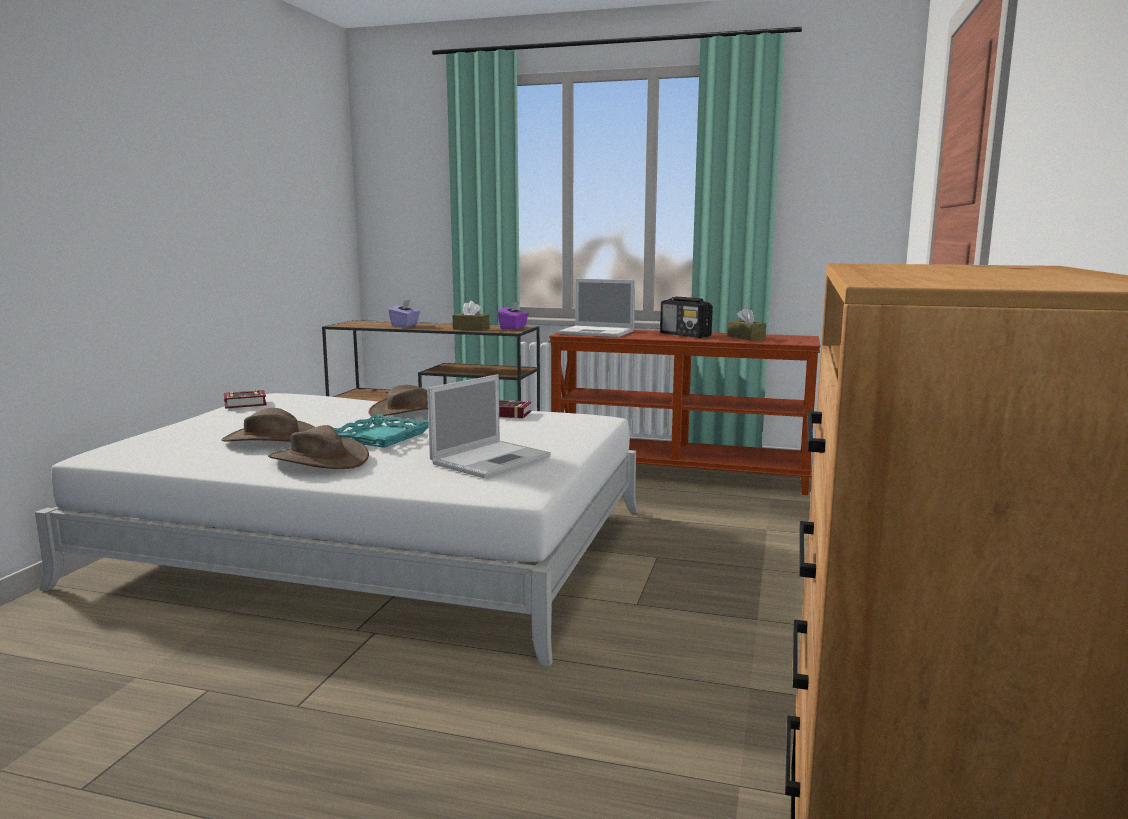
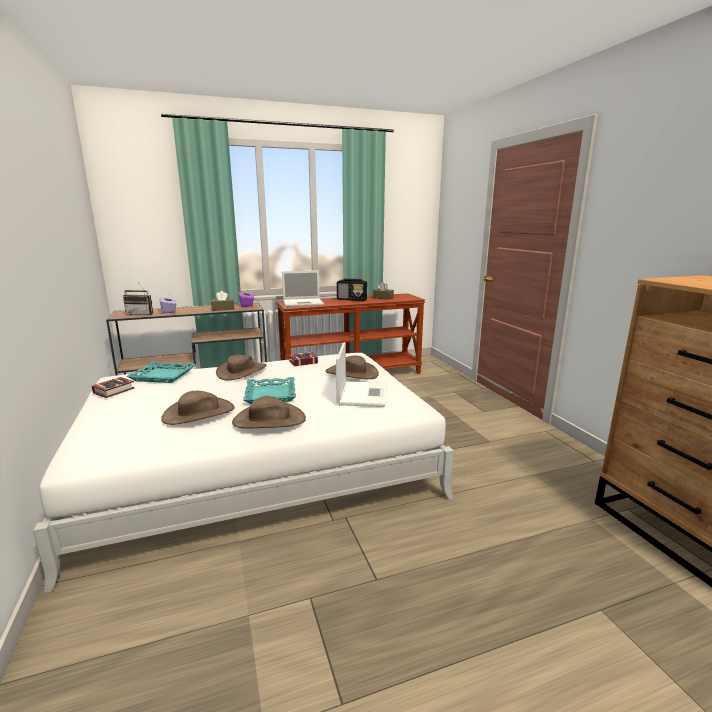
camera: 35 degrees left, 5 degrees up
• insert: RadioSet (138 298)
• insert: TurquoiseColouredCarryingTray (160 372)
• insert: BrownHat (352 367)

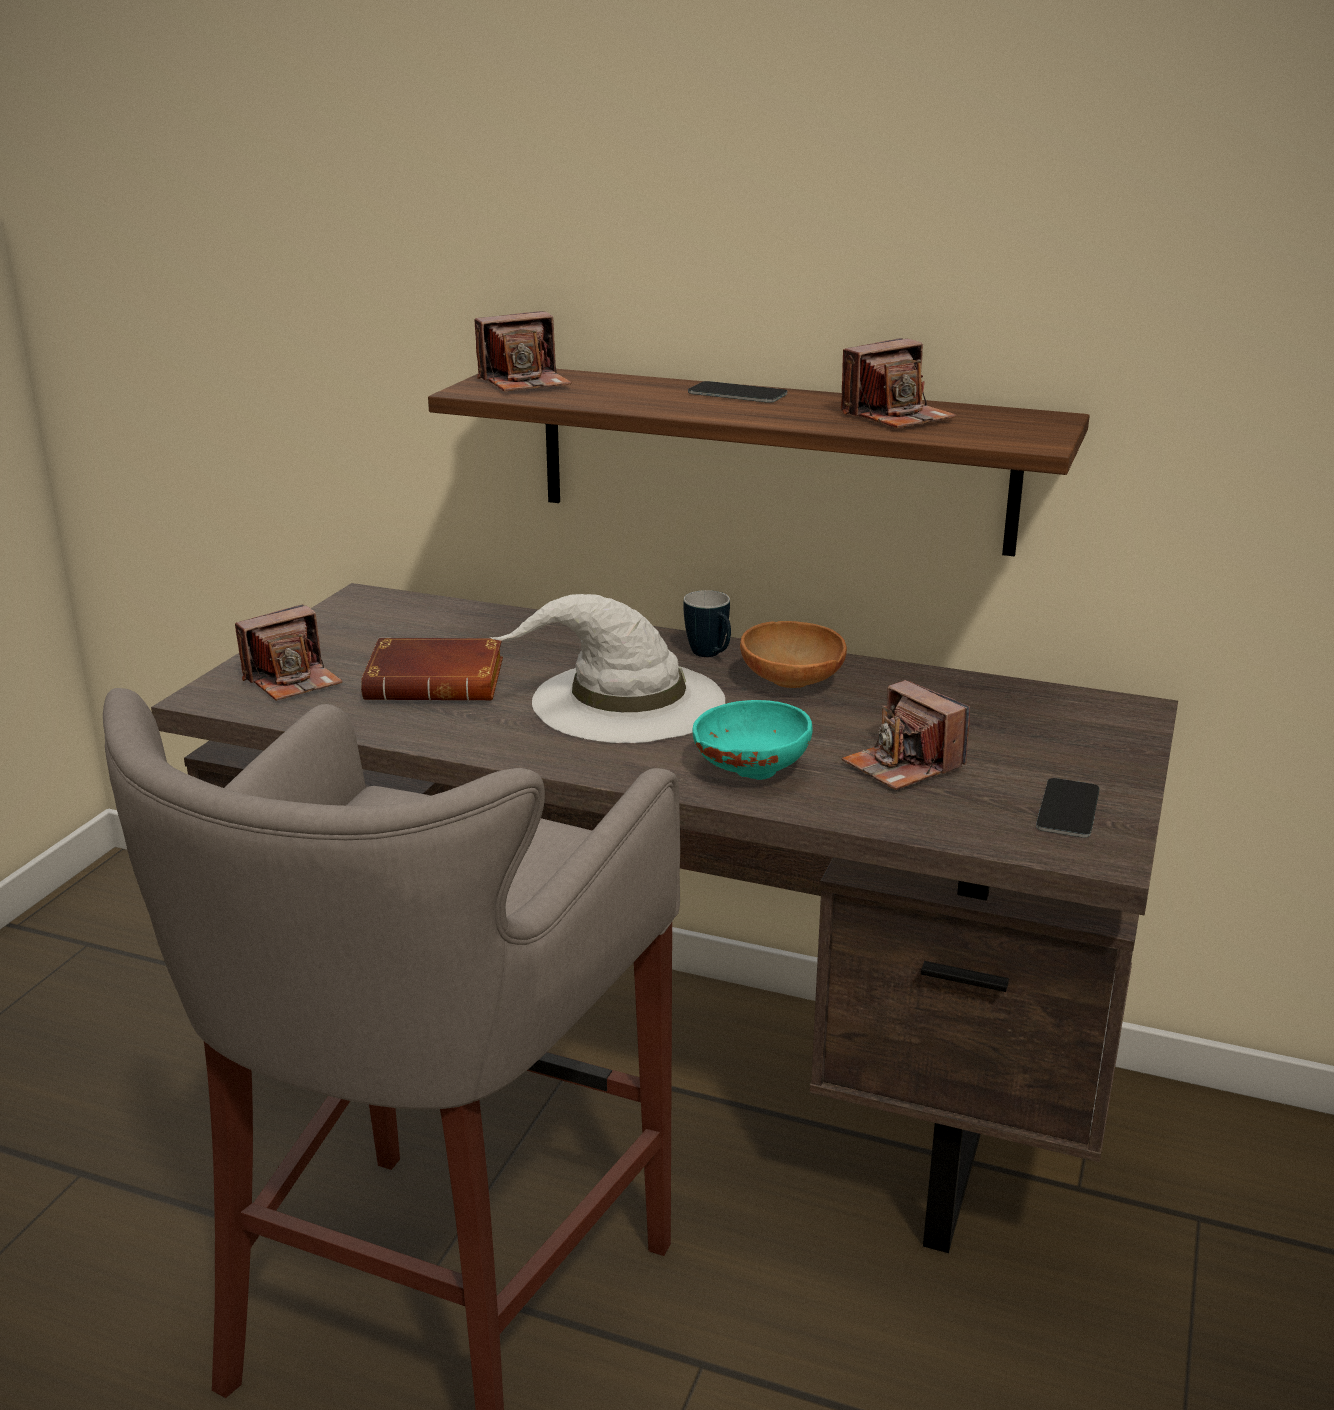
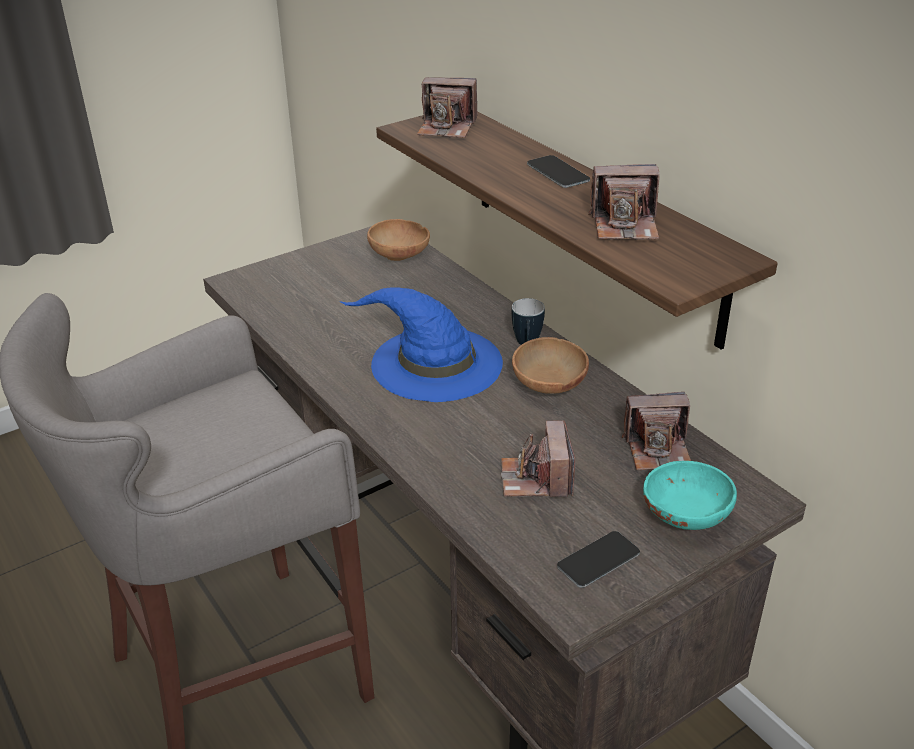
camera: 35 degrees right, 10 degrees up
• recolor: WhitishHat (607 668) to BlueHat (421 344)
• insert: BrownServingBowl (398 240)
• move: StillCamera (289 652) to (656 431)
• move: TurquoiseColouredServingBowl (752 740) to (690 495)
• delete: BrownBook (432 669)

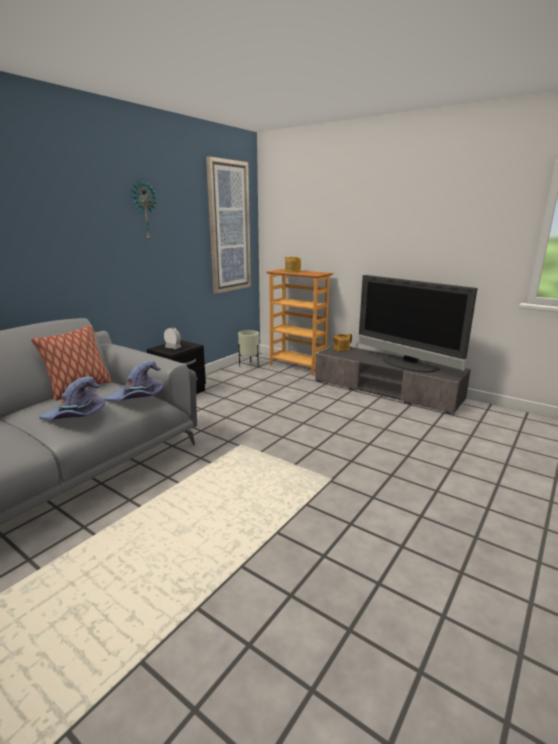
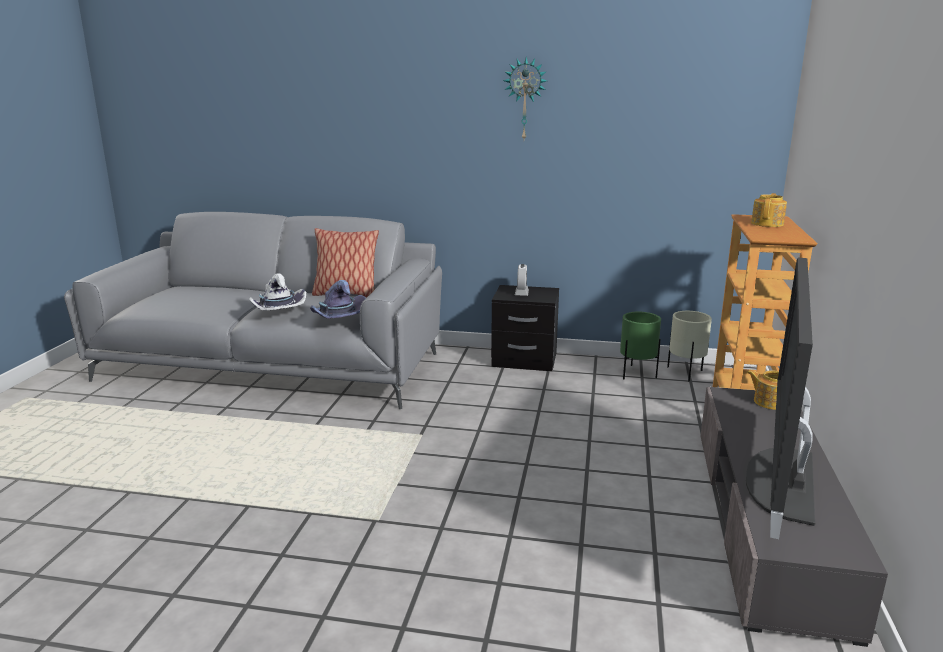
camera: 65 degrees right, 0 degrees up
• recolor: PurplishHat (72 398) to WhitishHat (277 291)
• insert: GreenColouredFlowerPot (640 345)
• delete: Picture (228 225)

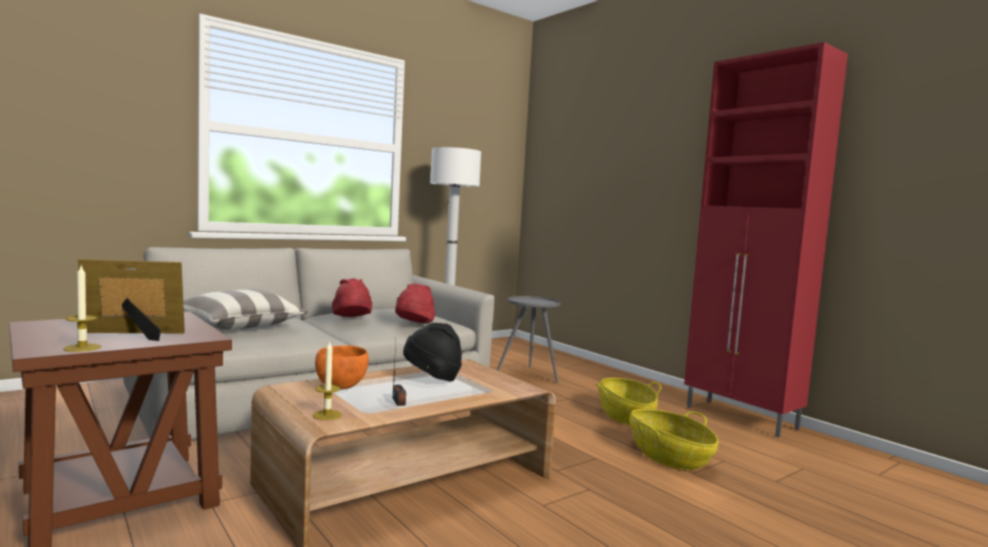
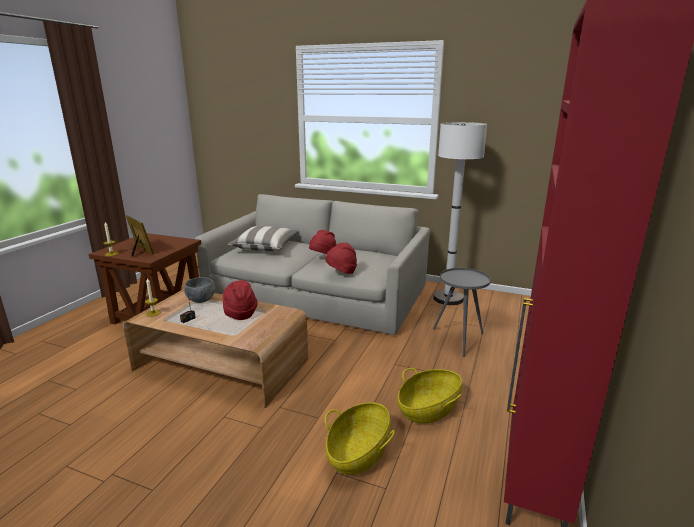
camera: 60 degrees right, 15 degrees up
• recolor: OrangeServingBowl (342 367) to GreyishServingBowl (199 290)
• recolor: BlackHat (432 352) to RedColouredHat (240 300)

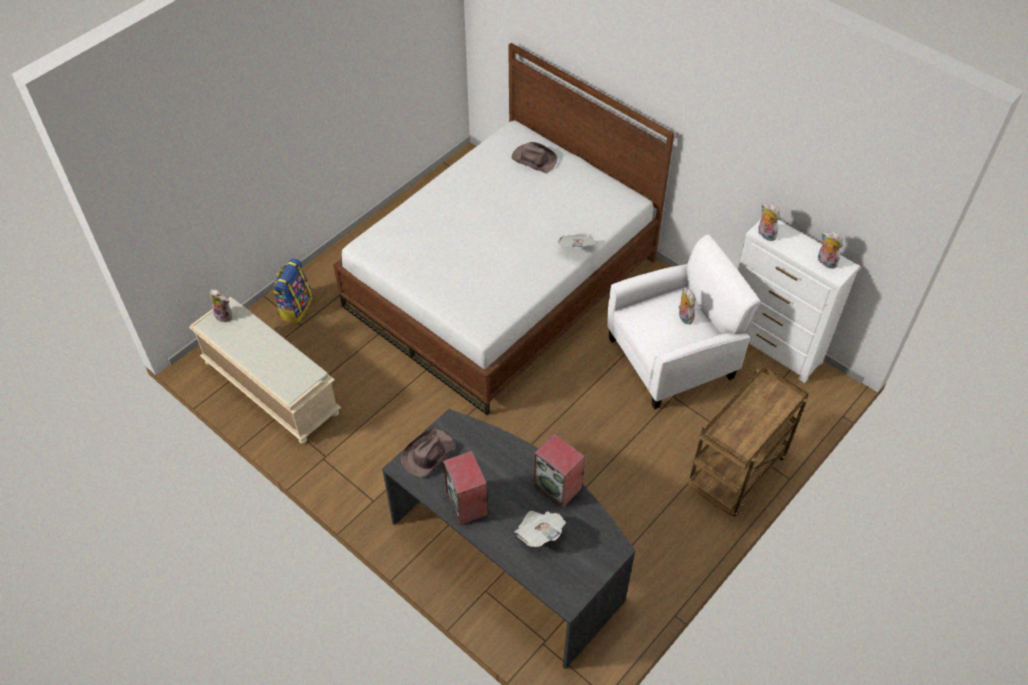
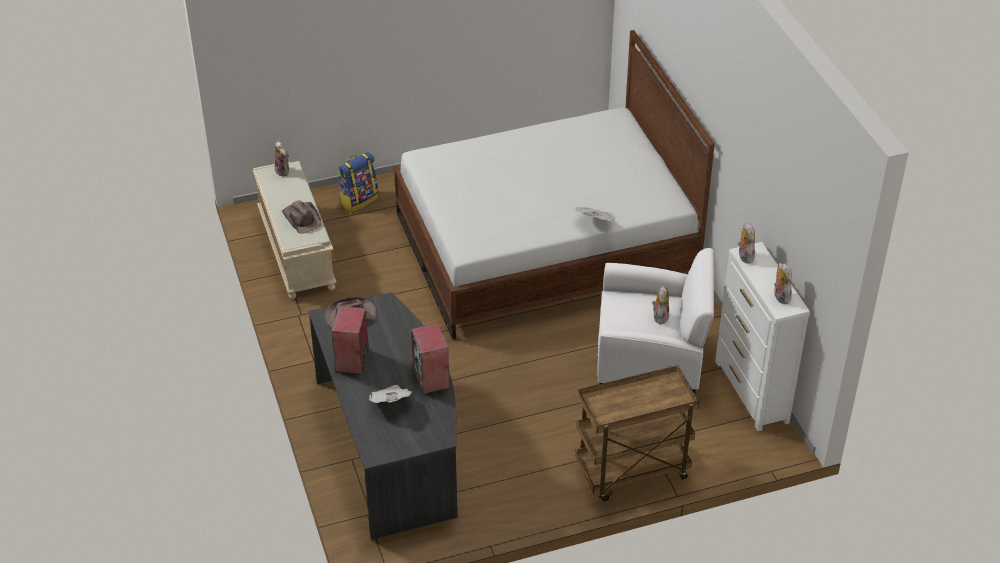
camera: 30 degrees right, 10 degrees down
• move: BrownHat (534 157) to (301 217)

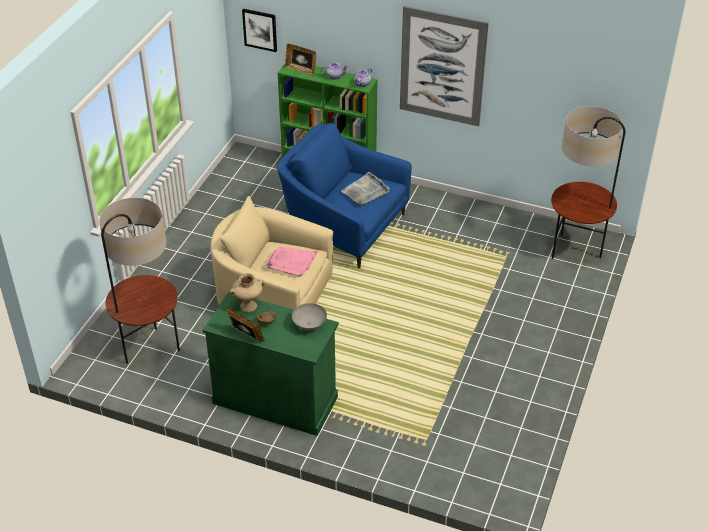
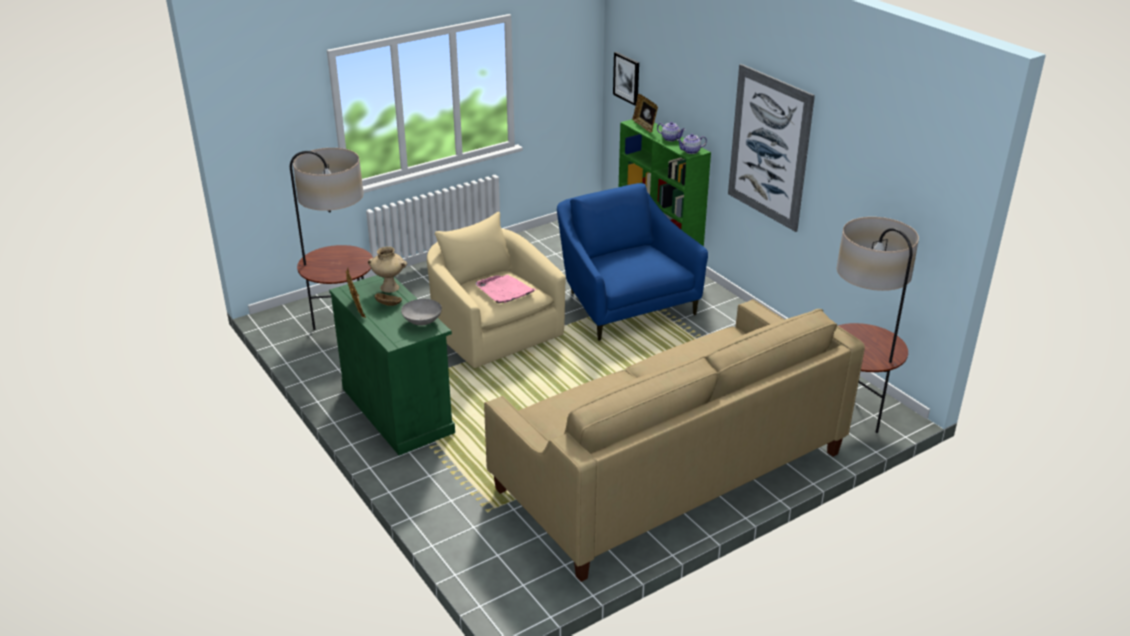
camera: 35 degrees right, 10 degrees down
• insert: SandColouredSofa (674 440)
• delete: GreyishCarryingTray (365 189)

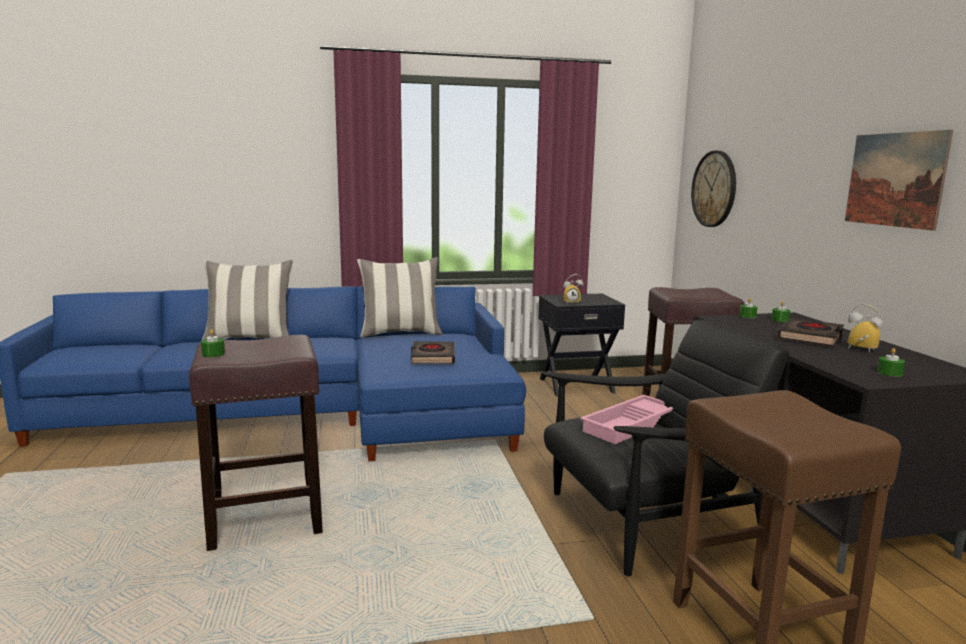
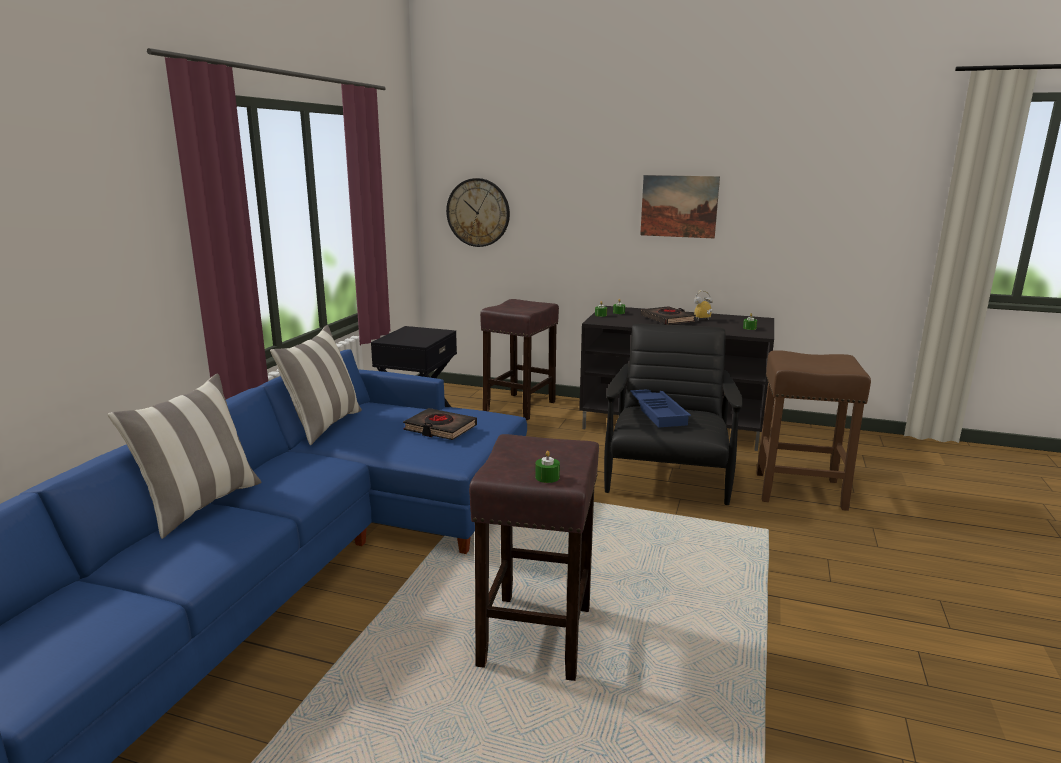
camera: 60 degrees left, 5 degrees up
• recolor: PinkishCarryingTray (626 419) to BlueCarryingTray (660 408)
• delete: TableClock (573 289)

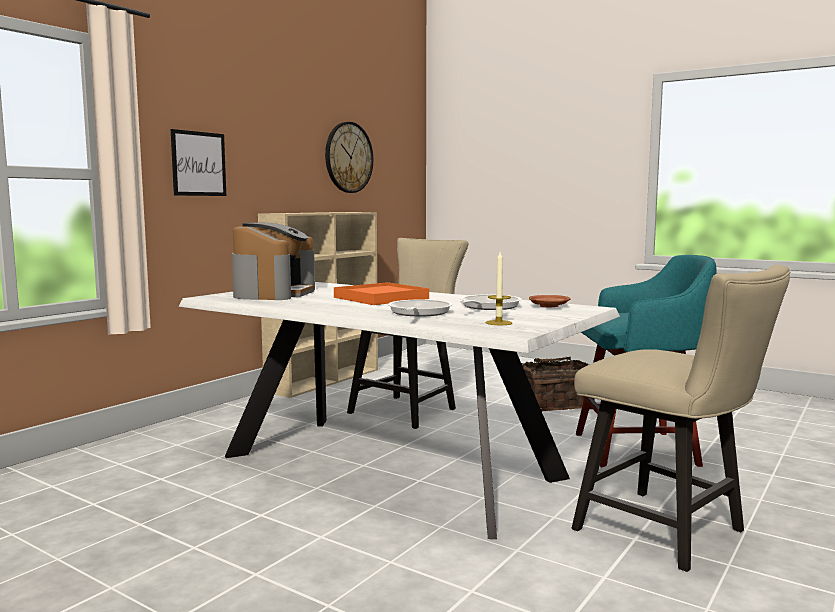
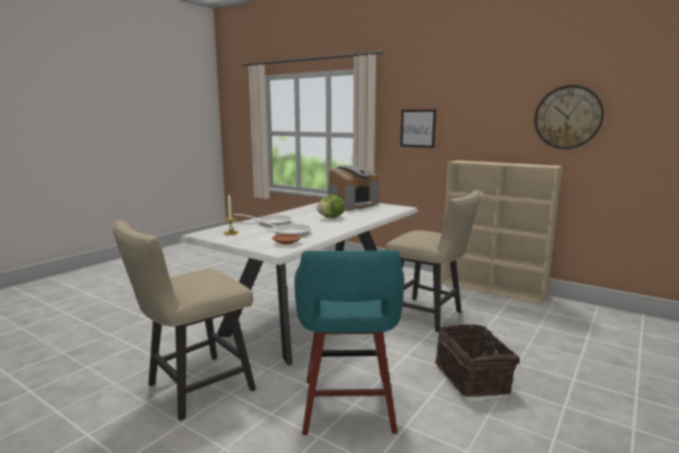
camera: 90 degrees right, 5 degrees up
• replace: OrangeCarryingTray (381 293) to LettuceHead (331 206)
• rotate: CoffeeBrewer (273 261) = (354 188) 60 degrees counterclockwise

